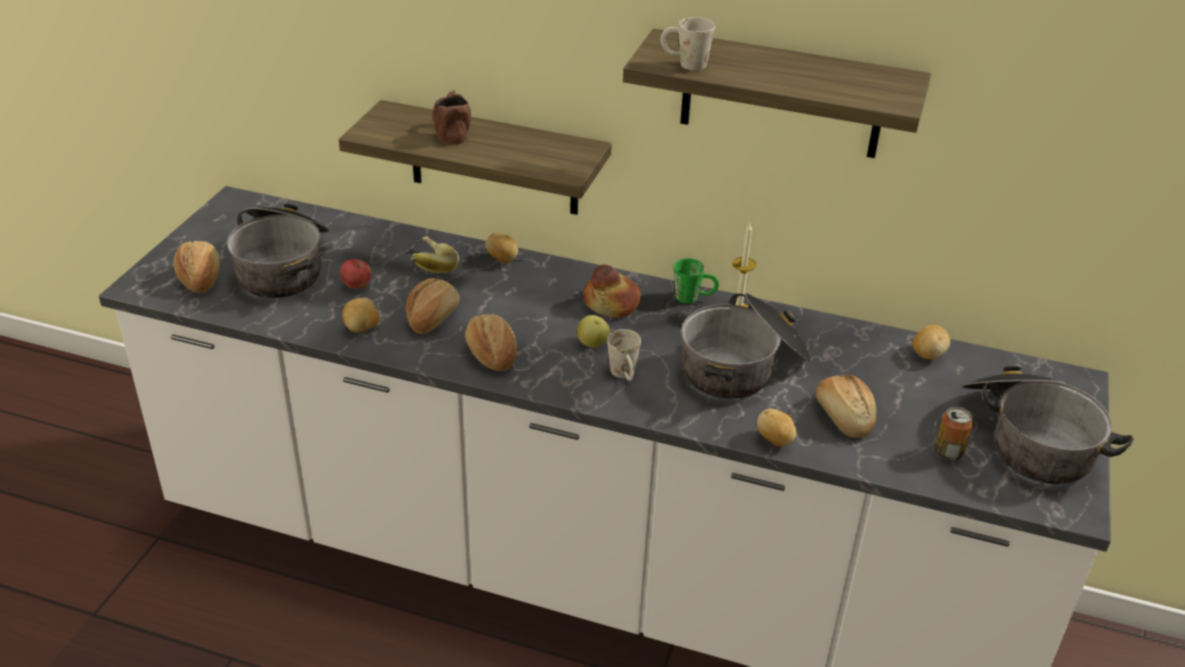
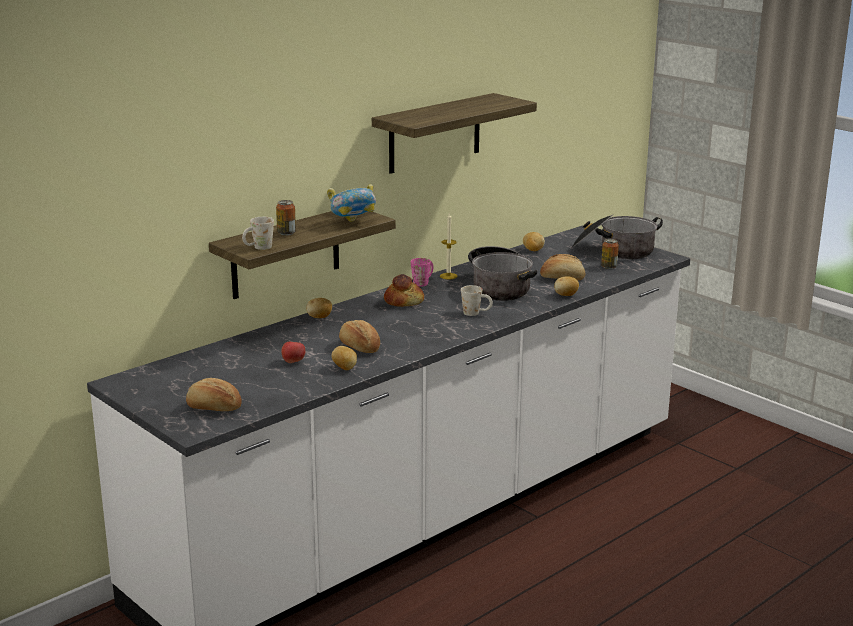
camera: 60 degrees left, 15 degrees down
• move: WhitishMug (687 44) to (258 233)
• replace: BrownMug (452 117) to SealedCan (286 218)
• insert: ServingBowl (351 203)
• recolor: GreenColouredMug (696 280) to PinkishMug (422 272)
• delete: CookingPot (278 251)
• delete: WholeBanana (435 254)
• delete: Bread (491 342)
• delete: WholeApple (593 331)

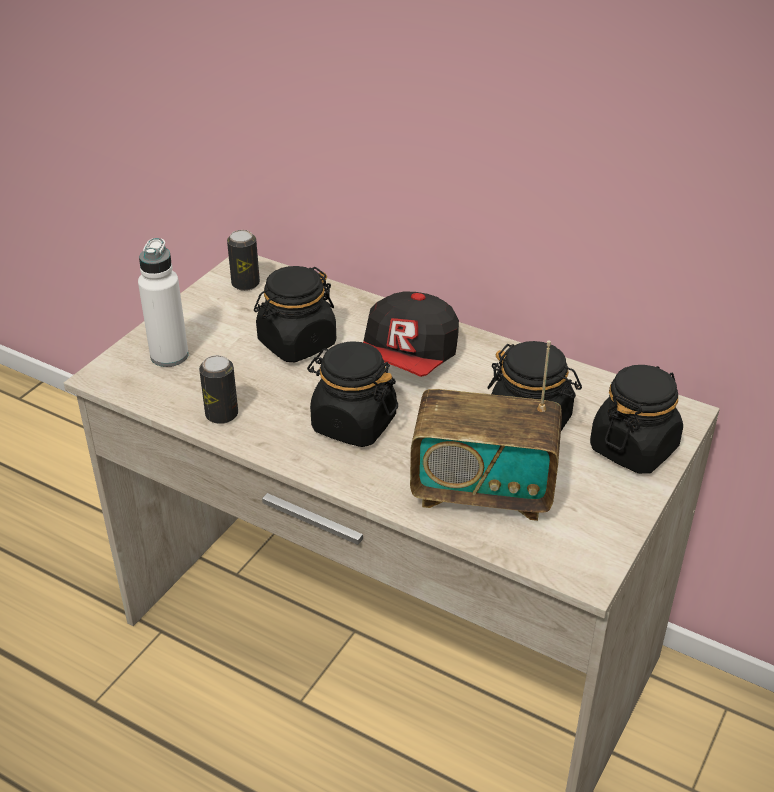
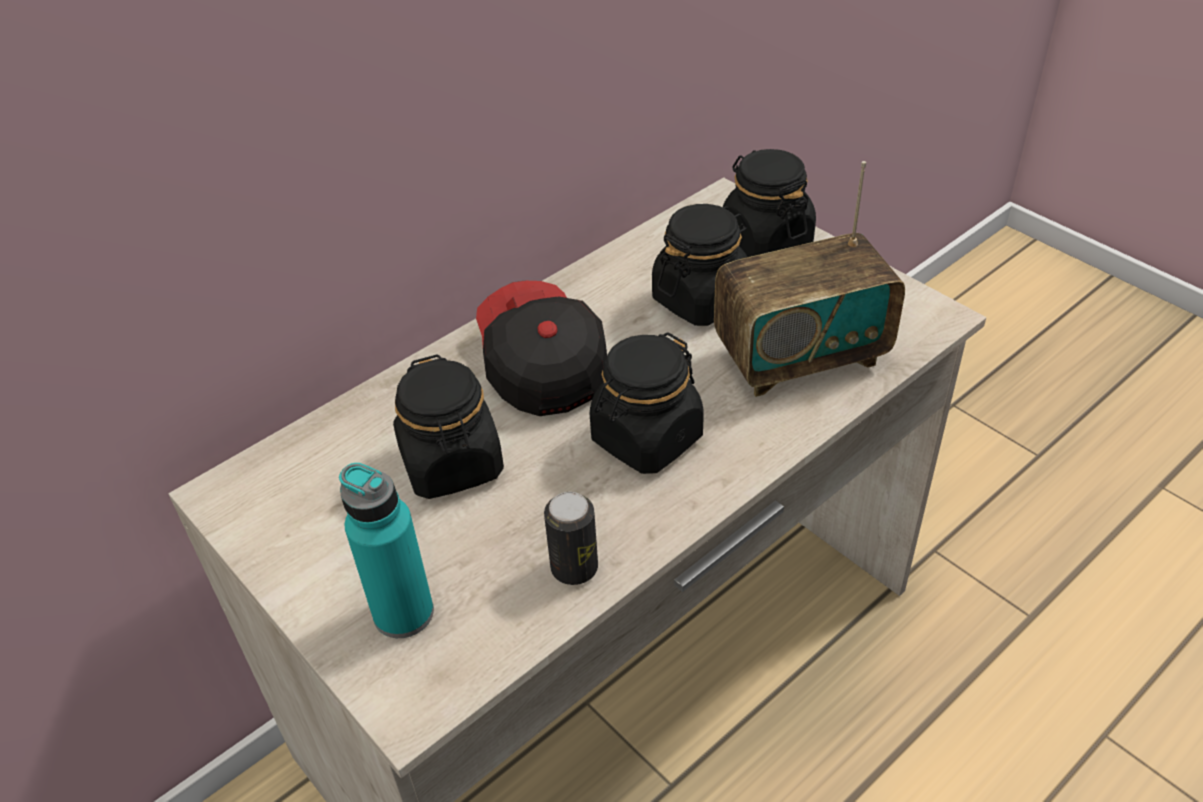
camera: 70 degrees left, 5 degrees up
• recolor: WhitishBeverageBottle (163 302) to TurquoiseColouredBeverageBottle (386 550)
• rotate: PeakedCap (411 334) = (541 348) 150 degrees counterclockwise
• rotate: RadioSet (486 430) = (809 279) 45 degrees clockwise
• delete: SealedCan (243 260)

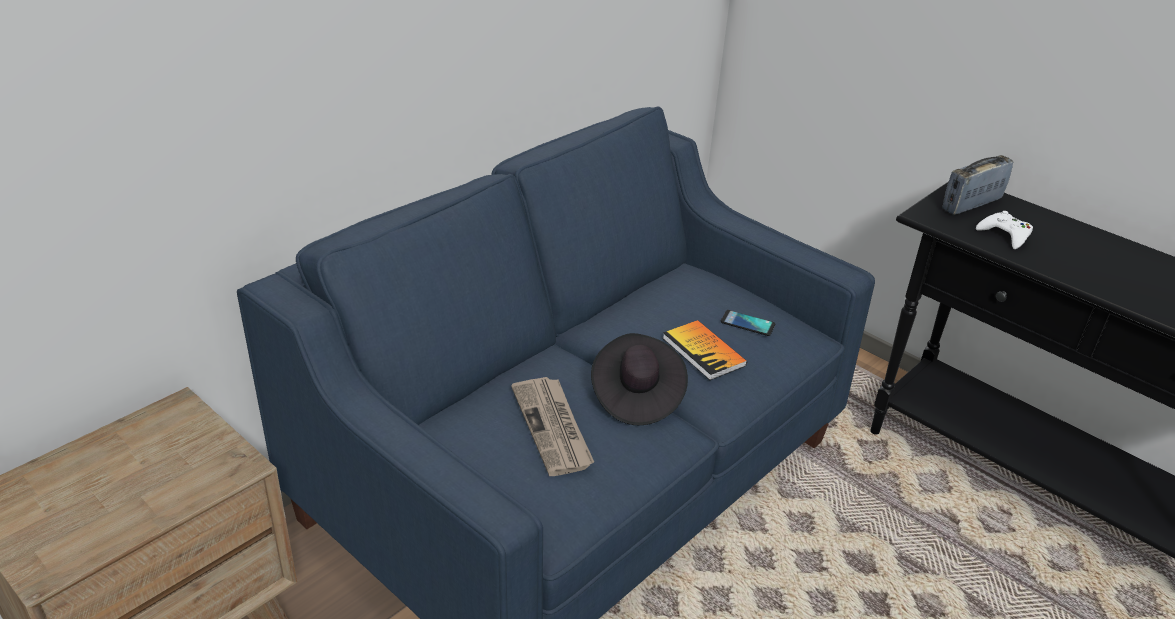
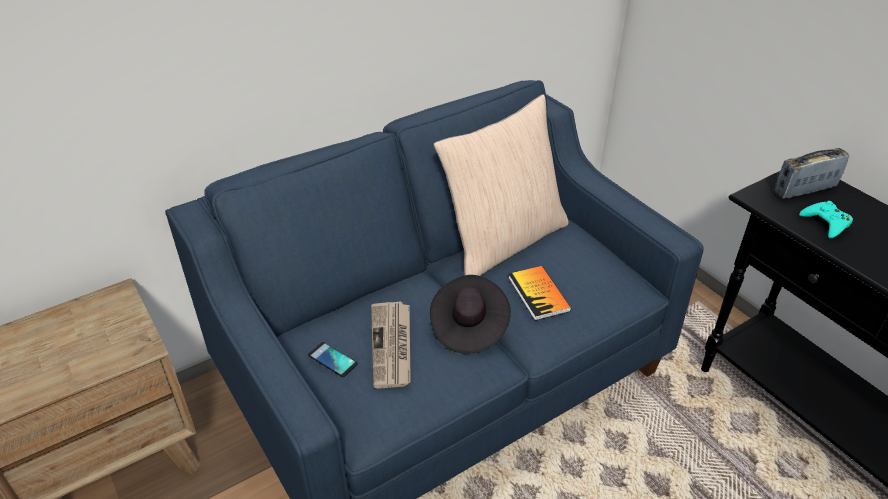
camera: 15 degrees right, 5 degrees up
• move: Phone (748 323) to (333 359)
• insert: SandColouredThrowPillow (501 185)
• recolor: WhitishJoypad (1004 230) to TurquoiseColouredJoypad (826 219)

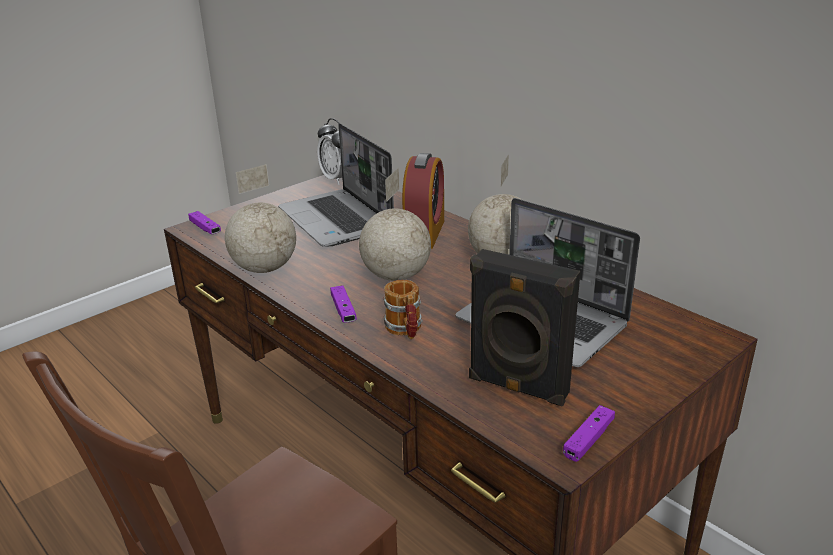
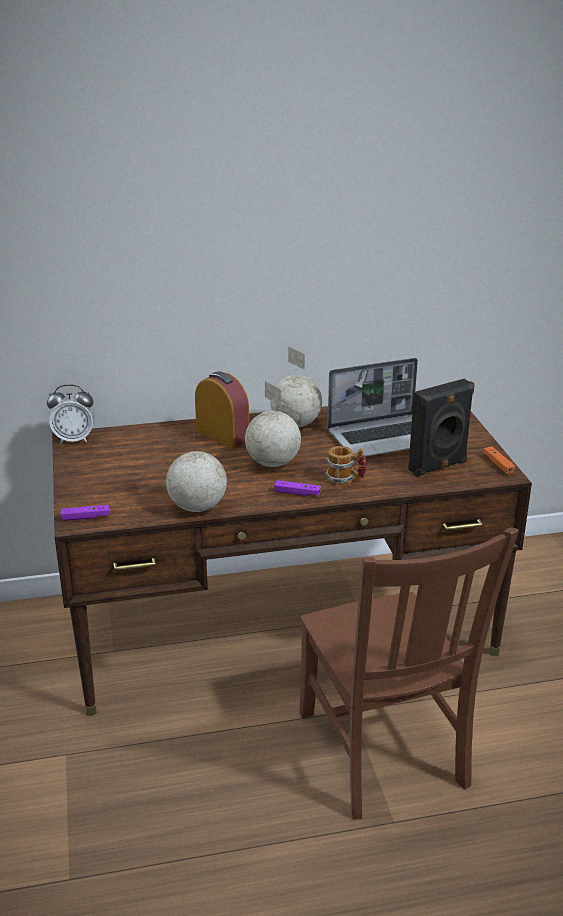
camera: 60 degrees left, 0 degrees up
• recolor: PurplishJoypad (589 433) to OrangeJoypad (499 460)
• delete: PortableComputer (336 184)

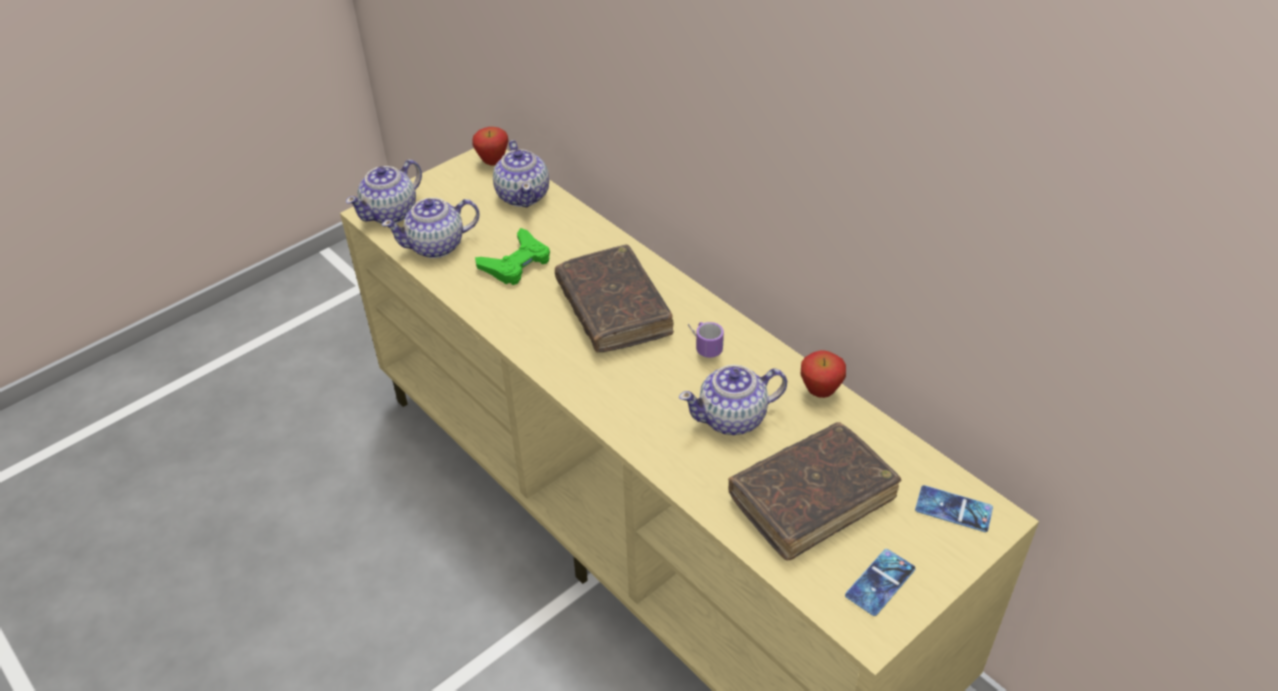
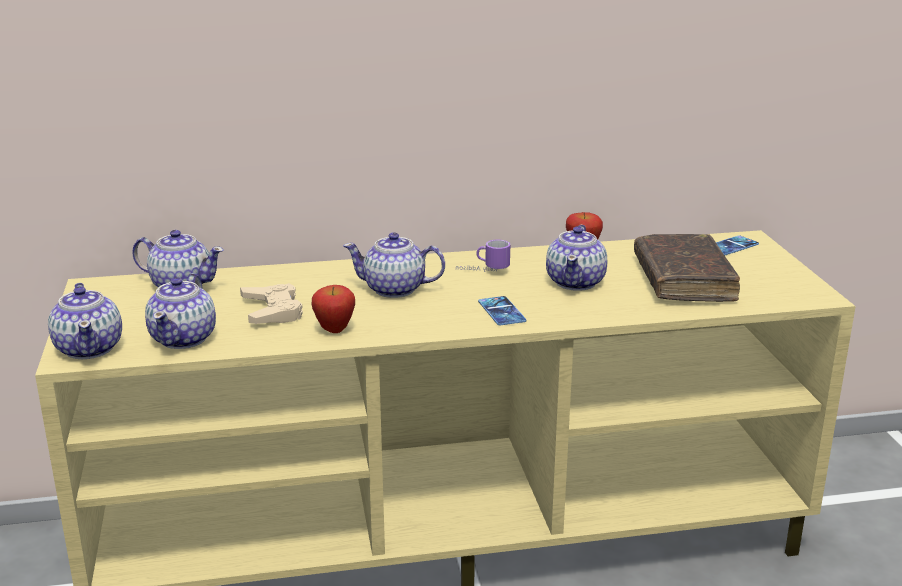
camera: 60 degrees left, 20 degrees down
• recolor: GreenColouredJoypad (512 256) to SandColouredJoypad (271 303)
• move: WholeApple (490 146) to (333 309)
• replace: BrownBook (614 298) to PotForTea (394 265)
• move: Phone (880 582) to (502 310)

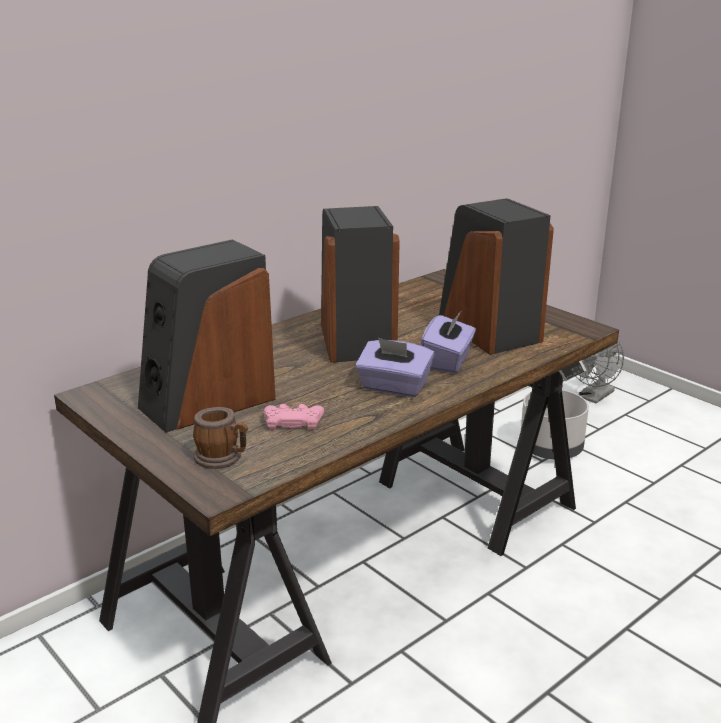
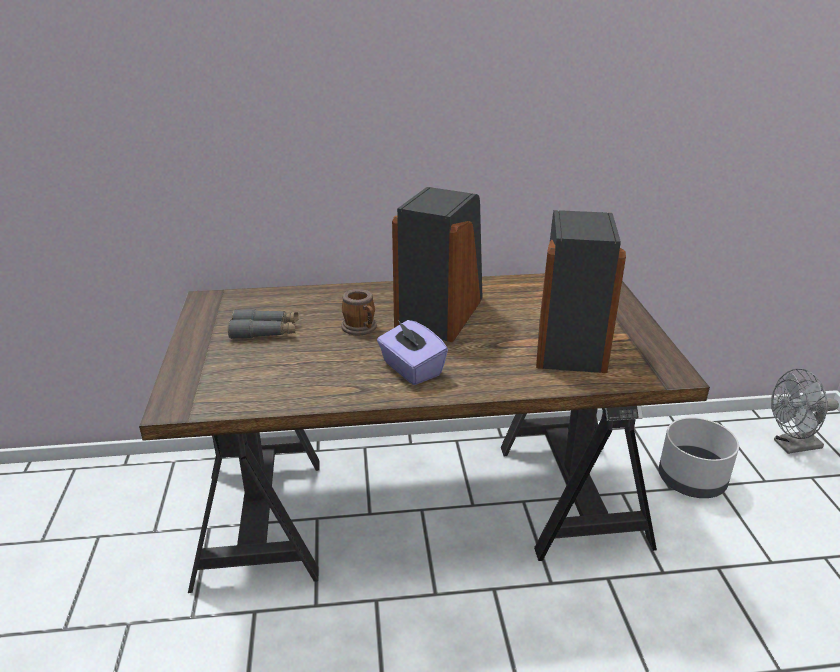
camera: 35 degrees right, 5 degrees up
• replace: Loudspeaker (207 336) to GreyishBinoculars (263 324)
• move: Mug (220 438) to (359 312)
• delete: PinkishJoypad (294 417)
• delete: PurplishBoxOfTissues (448 342)

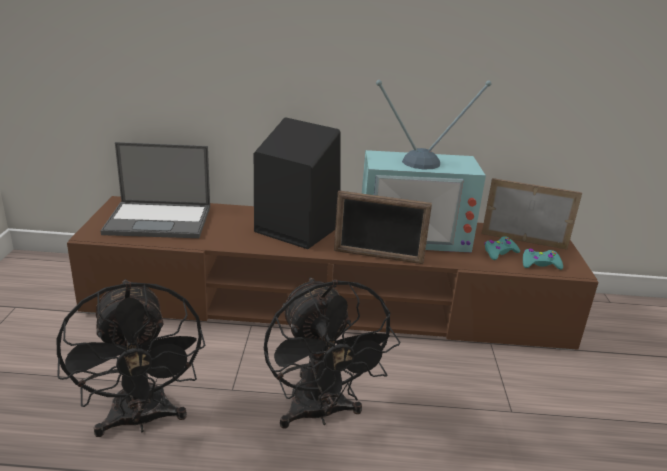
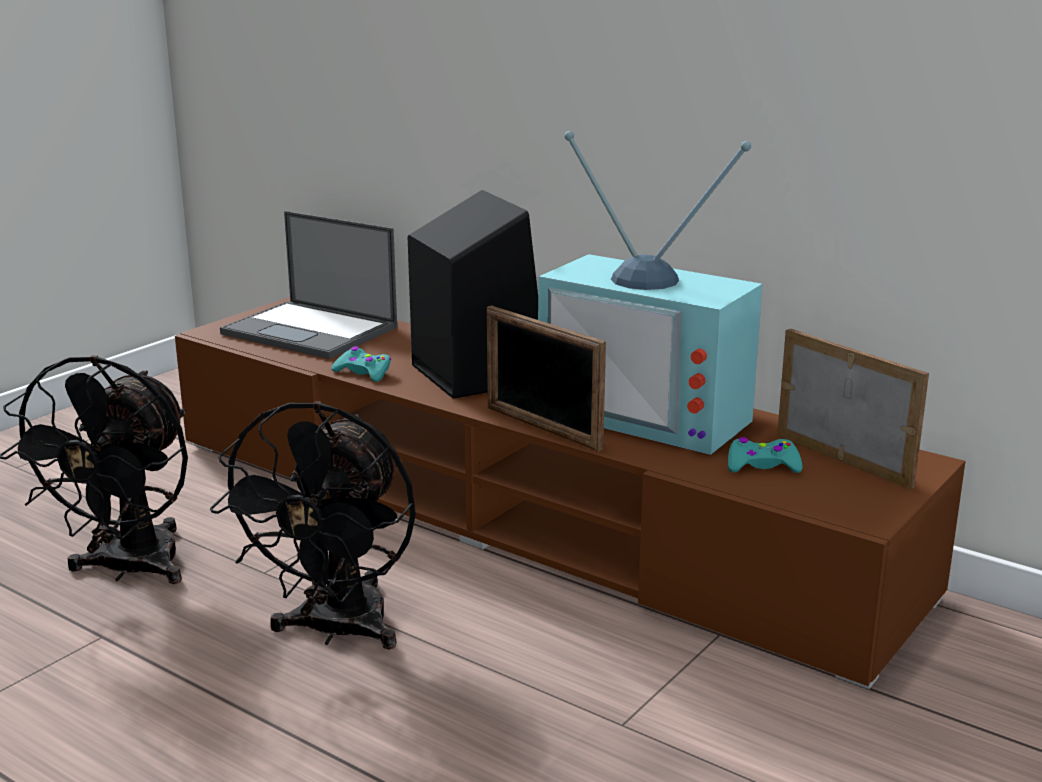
camera: 35 degrees right, 5 degrees down
• move: TurquoiseColouredJoypad (543 259) to (361 364)

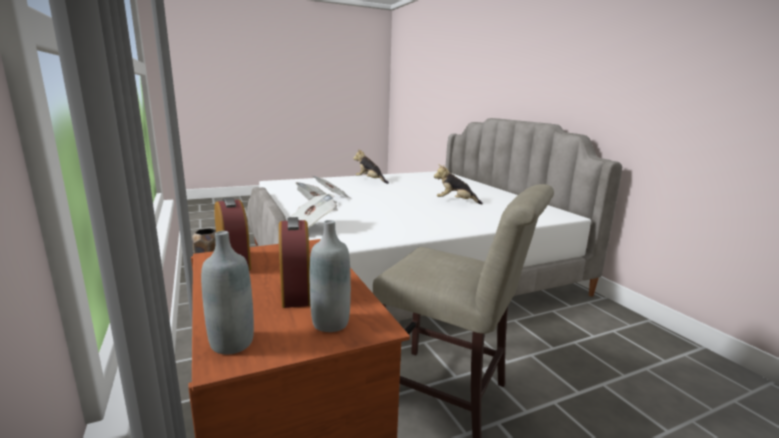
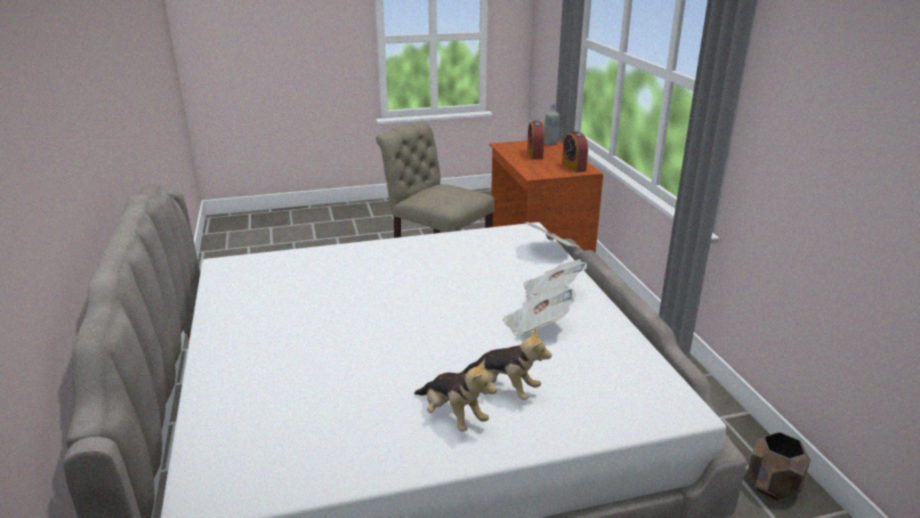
camera: 170 degrees left, 10 degrees up
• move: PlushToy (458 184) to (506 363)
• delete: GreyishBeverageBottle (330 276)

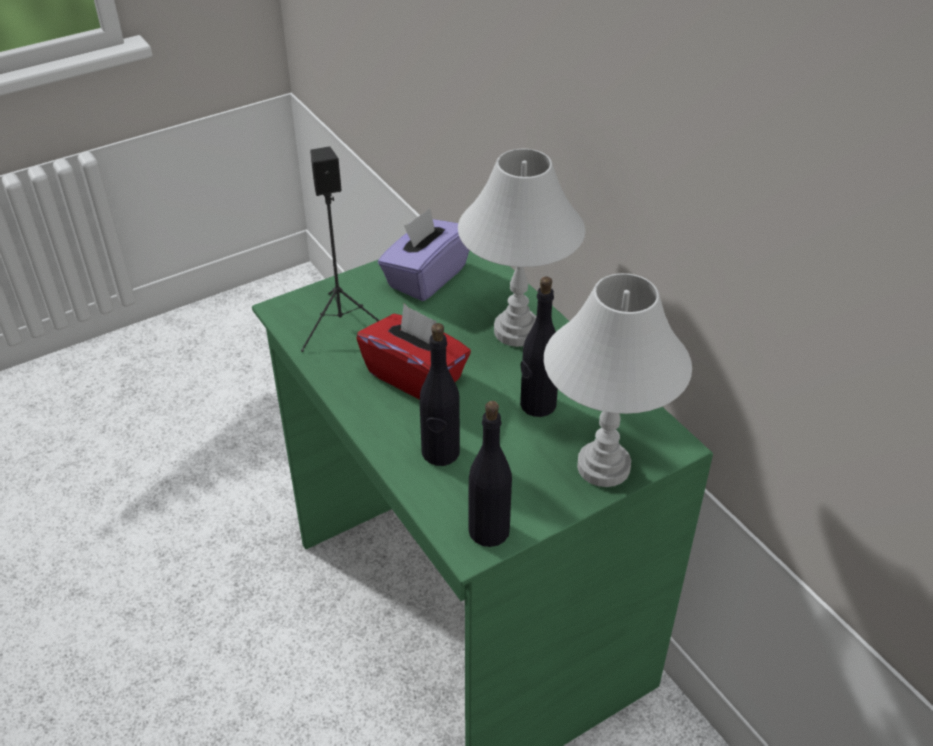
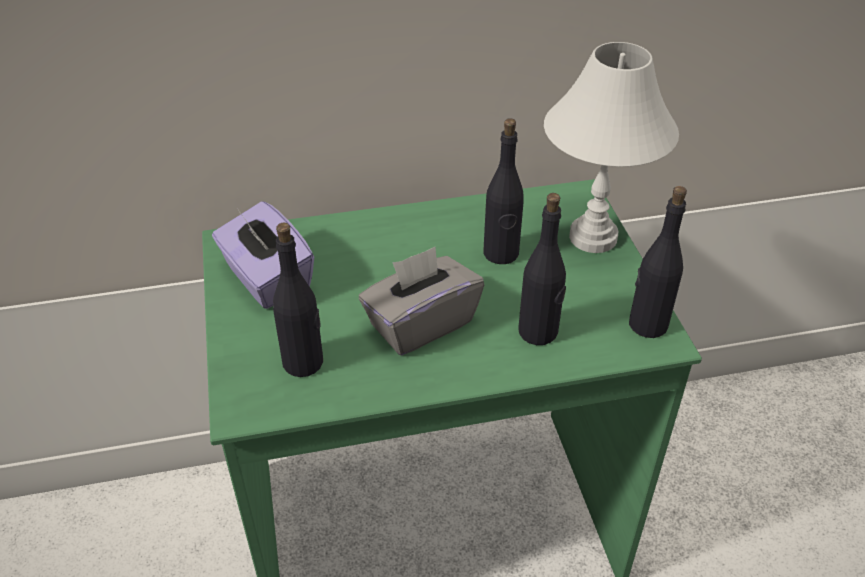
camera: 70 degrees left, 0 degrees up
• replace: BlackLoudspeaker (340 249) to BlackBeverageBottle (298 300)
• recolor: RedColouredBoxOfTissues (413 352) to GreyishBoxOfTissues (421 301)
• delete: WhitishLampForATable (522 248)

